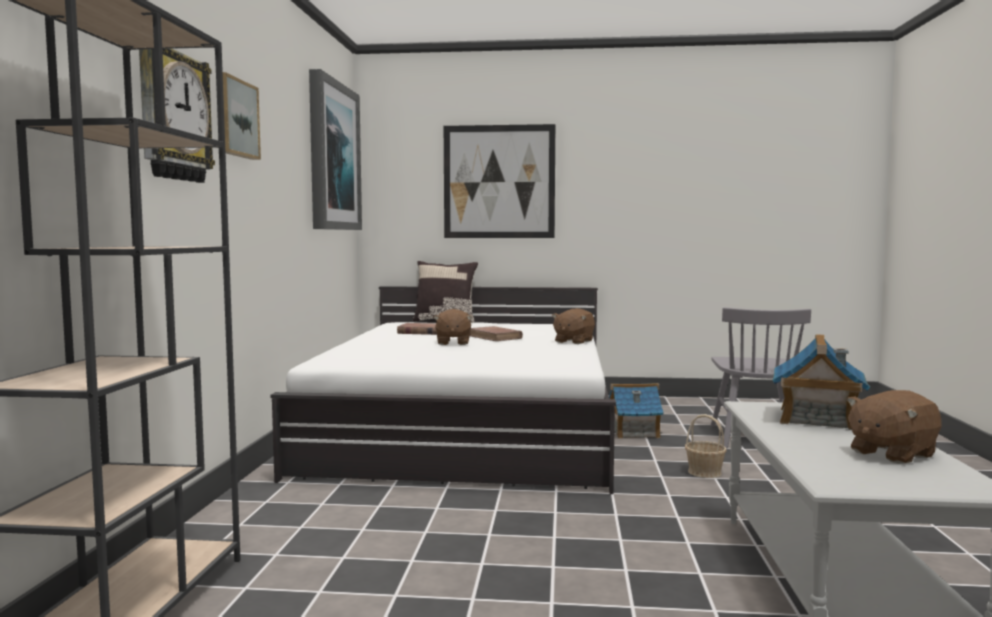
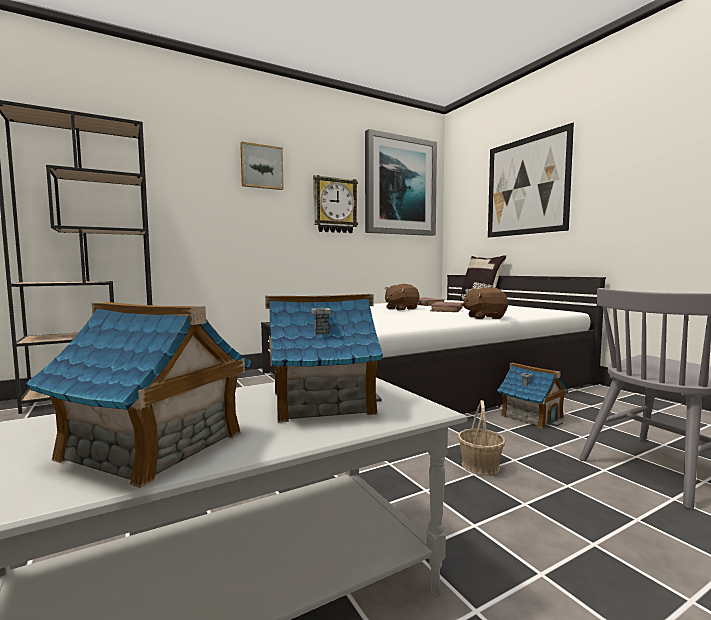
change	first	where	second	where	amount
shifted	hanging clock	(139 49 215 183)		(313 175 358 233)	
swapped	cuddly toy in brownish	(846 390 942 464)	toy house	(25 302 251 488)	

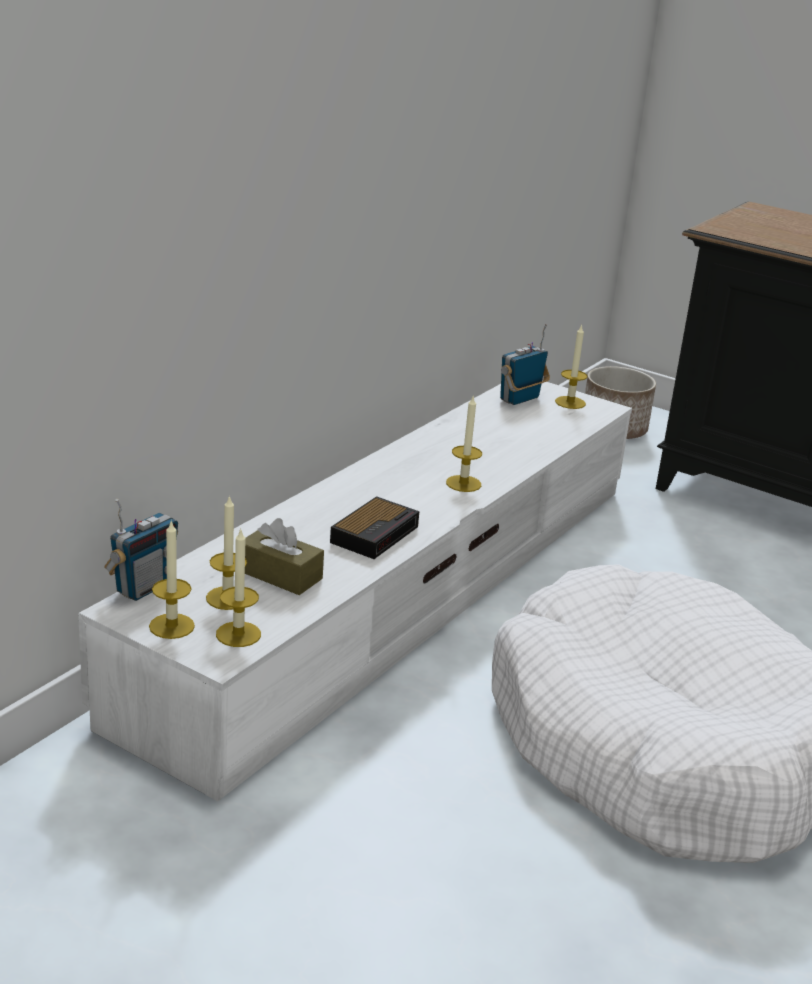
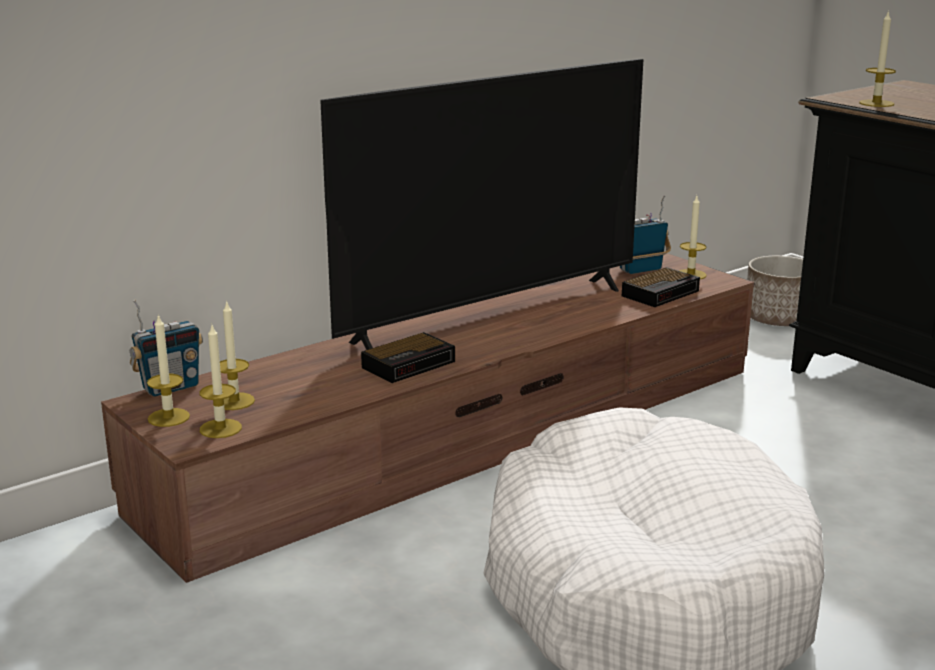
change	first	where	second	where	amount
repainted	tv unit in white	(78 380 632 801)	tv unit in brownish	(101 254 755 583)	
gone	tissue box in brownish	(245 518 324 595)			
shifted	wax candle	(446 397 482 492)		(859 10 896 107)	
new			TV set	(320 59 643 350)	
new			alarm clock	(622 267 700 307)	

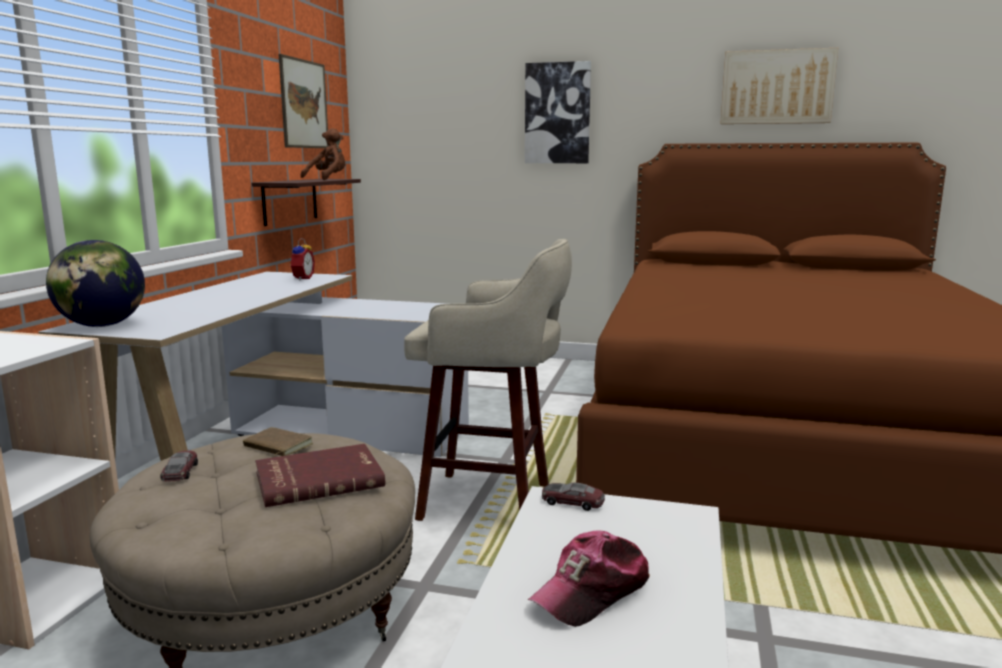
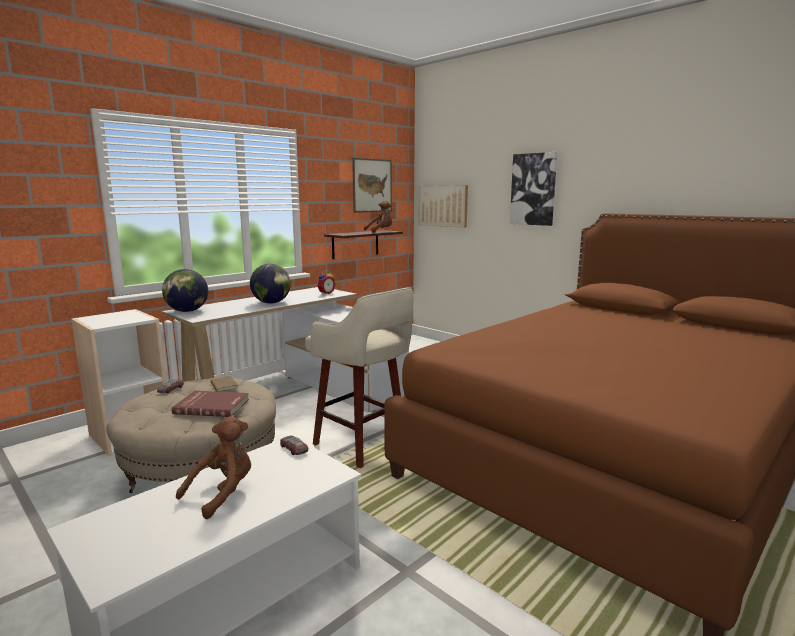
change	first	where	second	where	amount
swapped	cap	(528 531 650 627)	cuddly toy in brownish	(176 416 251 519)	
shifted	wall art	(720 48 838 124)		(419 185 468 228)	
new			world globe	(250 264 291 304)	

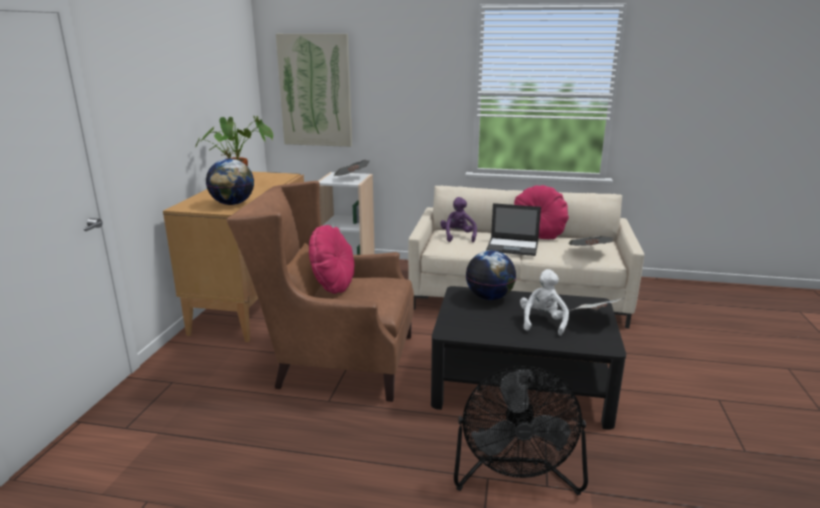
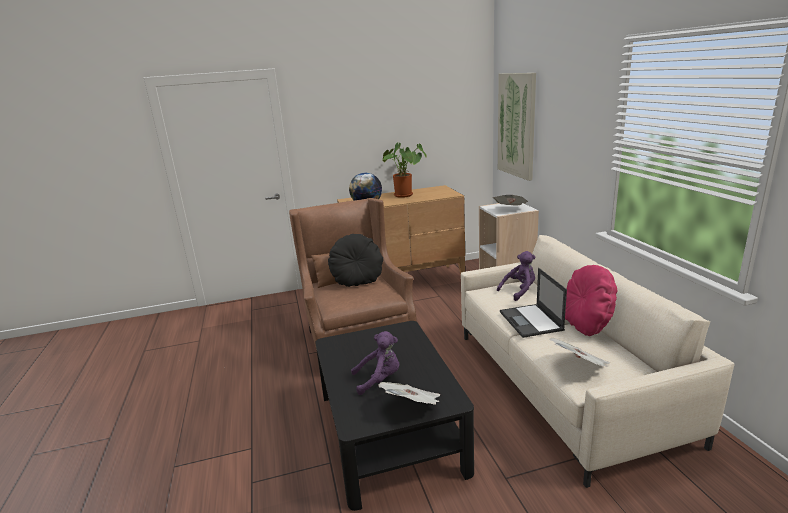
change	first	where	second	where	amount
repainted	cushion in pink	(309 225 354 294)	cushion in blackish	(328 234 383 287)	
gone	fan in blackish	(454 366 588 496)			
gone	world globe	(466 250 516 300)			
repainted	cuddly toy in white	(520 269 569 336)	cuddly toy in purple	(351 331 399 395)	

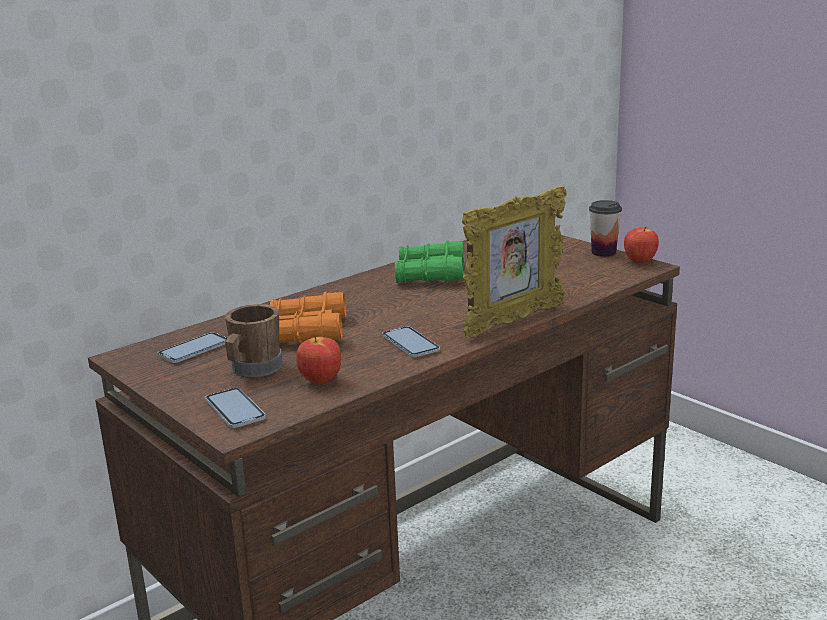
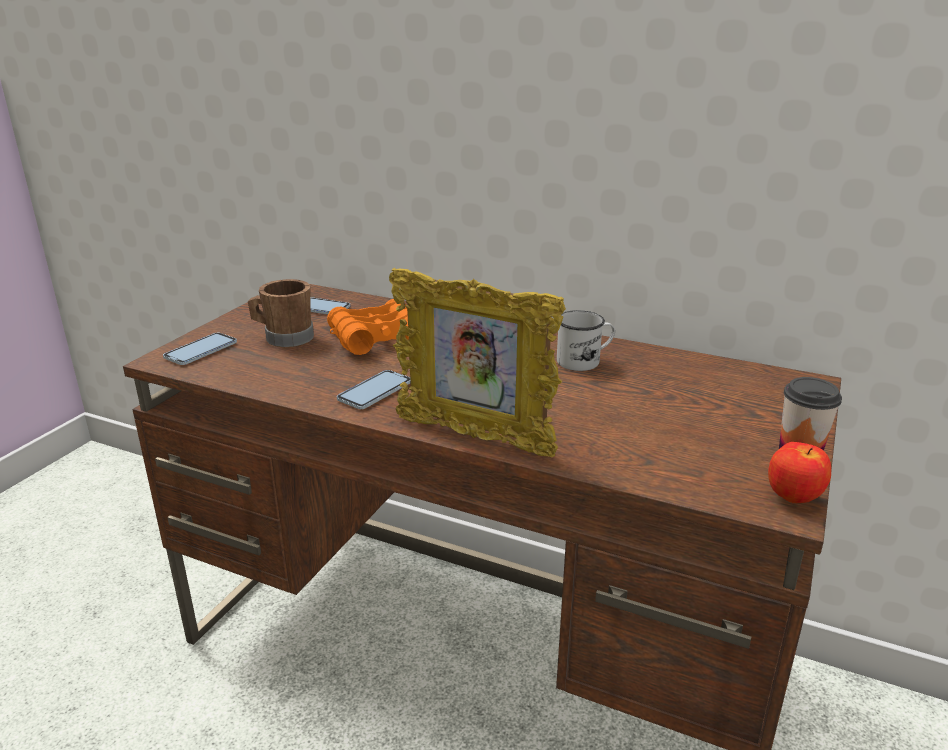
change	first	where	second	where	amount
gone	whole apple	(296 335 341 385)			
swapped	binoculars in green-coloured	(395 240 464 283)	coffee mug in white	(557 310 615 371)	

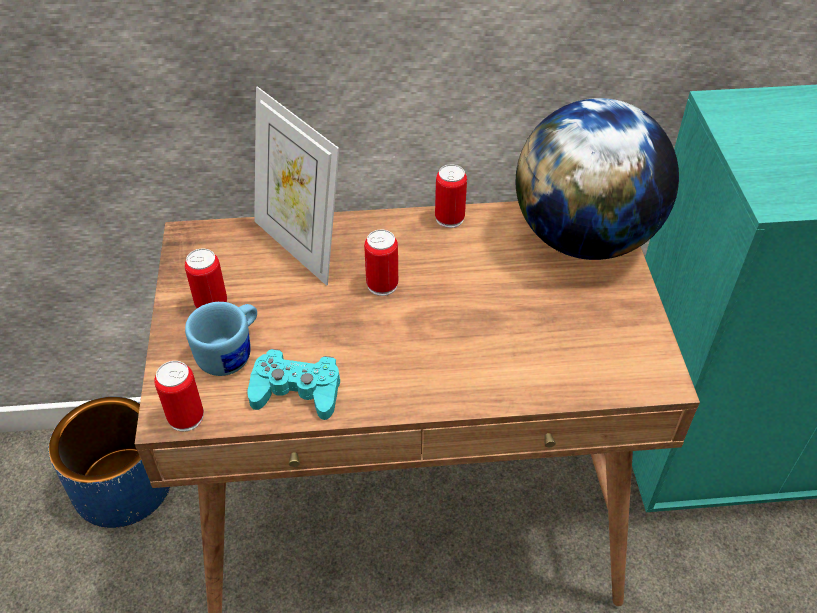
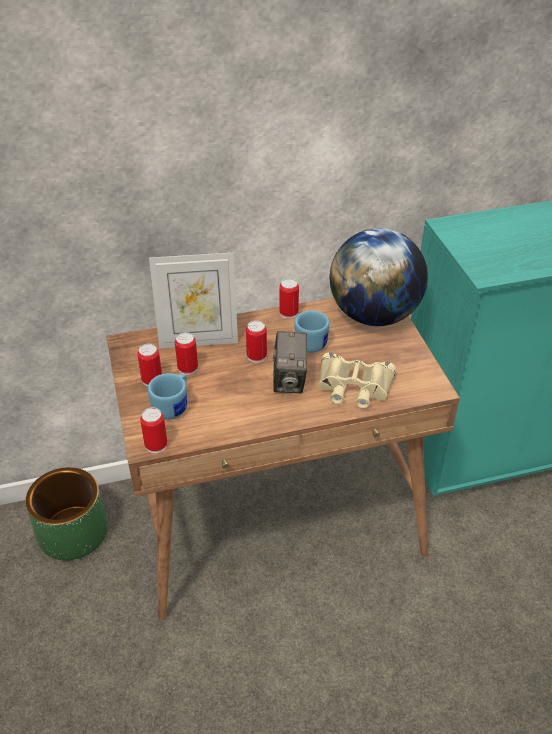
change	first	where	second	where	amount
repainted	planter in blue-coloured	(48 397 170 528)	planter in green-coloured	(25 467 108 561)	
gone	joypad in blue-green	(247 349 340 420)			
rotated	standing frame	(254 86 339 286)		(149 253 238 349)	45 degrees counterclockwise
new			can	(175 332 198 375)	
new			still camera	(272 331 307 393)	
new			coffee mug in blue-coloured	(294 310 329 353)	
new			binoculars in beige	(318 352 396 409)	

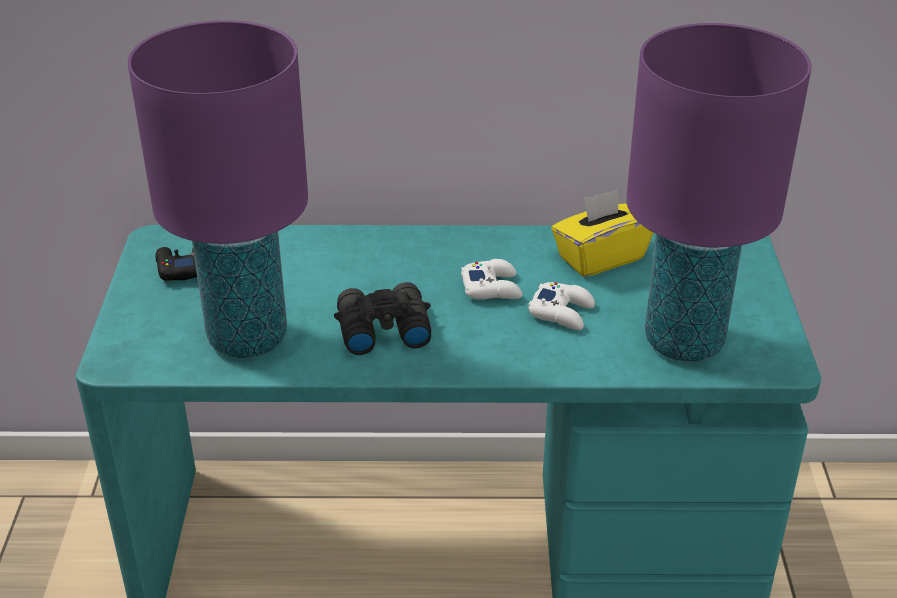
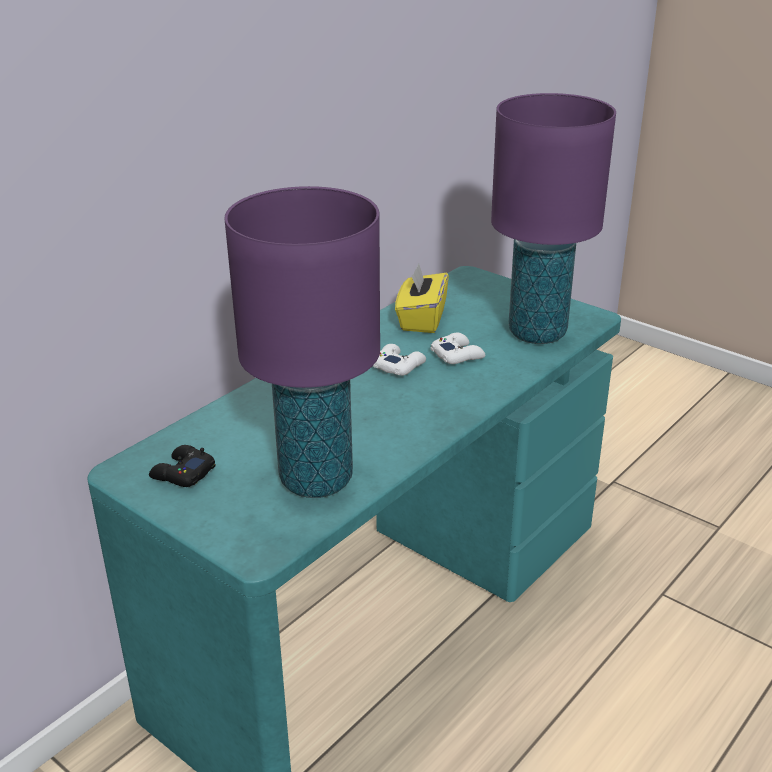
change	first	where	second	where	amount
gone	binoculars in blackish	(334 282 431 355)			

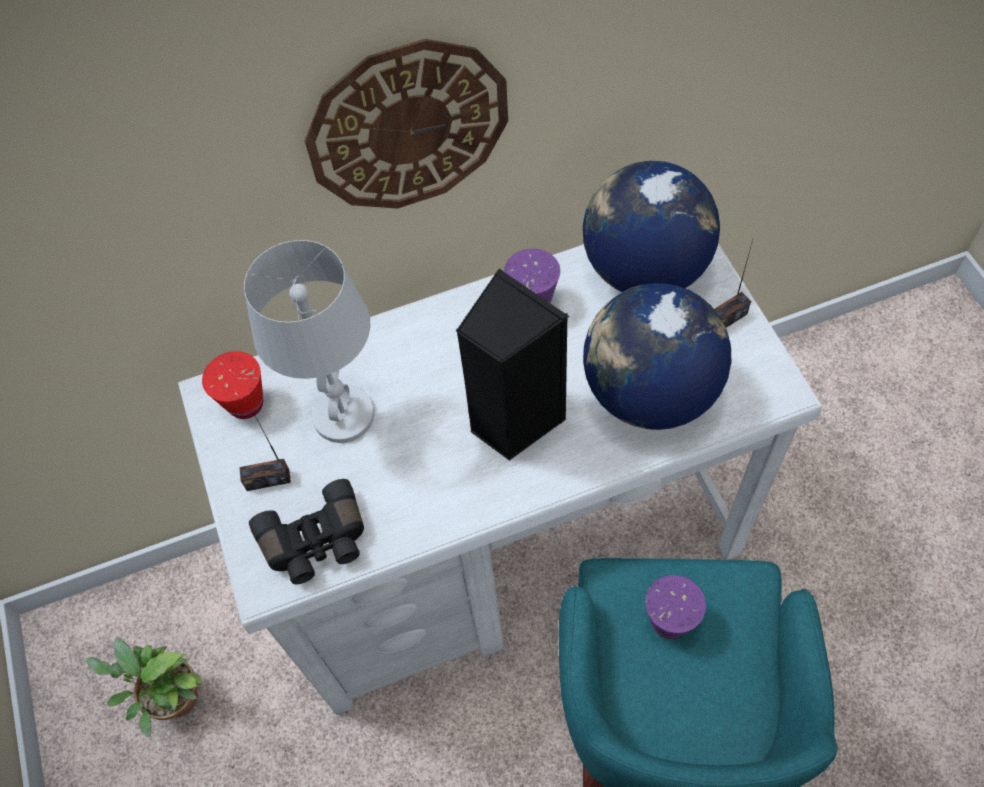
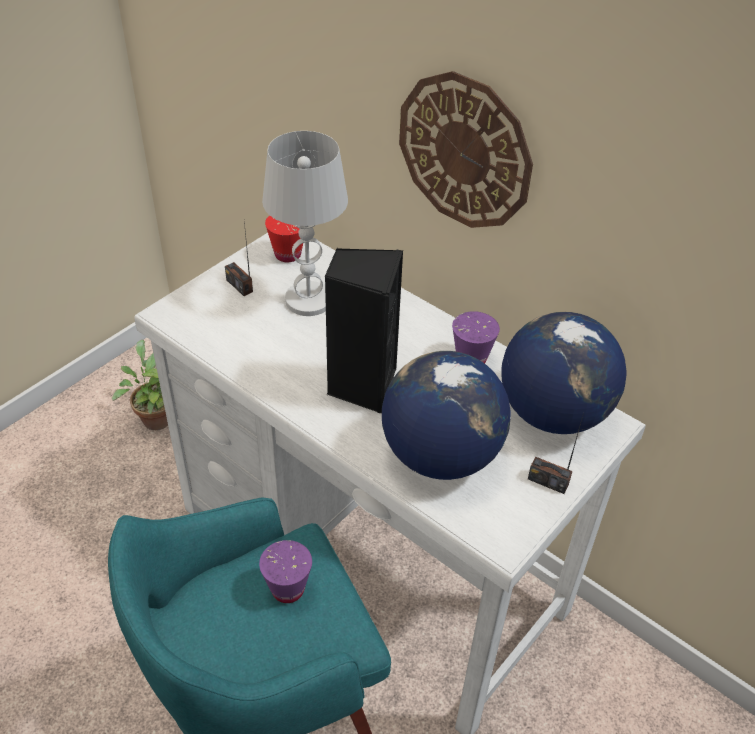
change	first	where	second	where	amount
gone	binoculars in blackish	(249 479 364 584)			

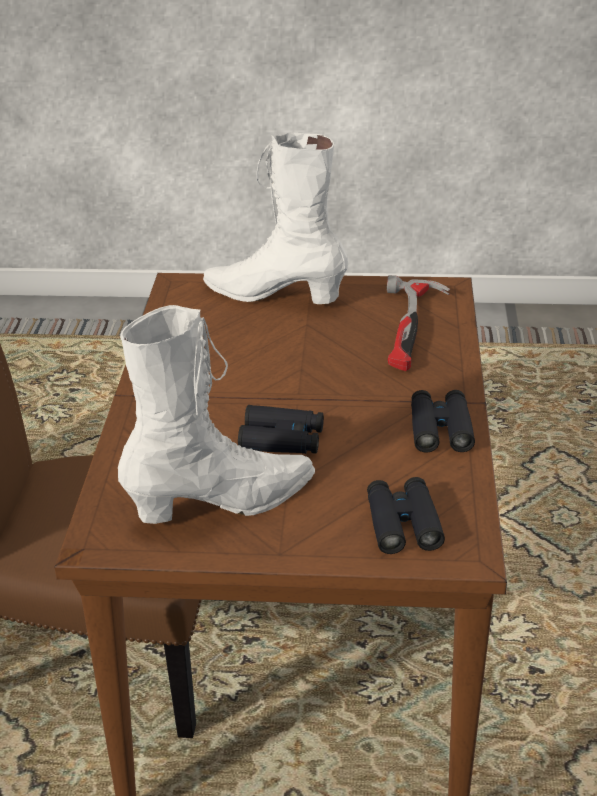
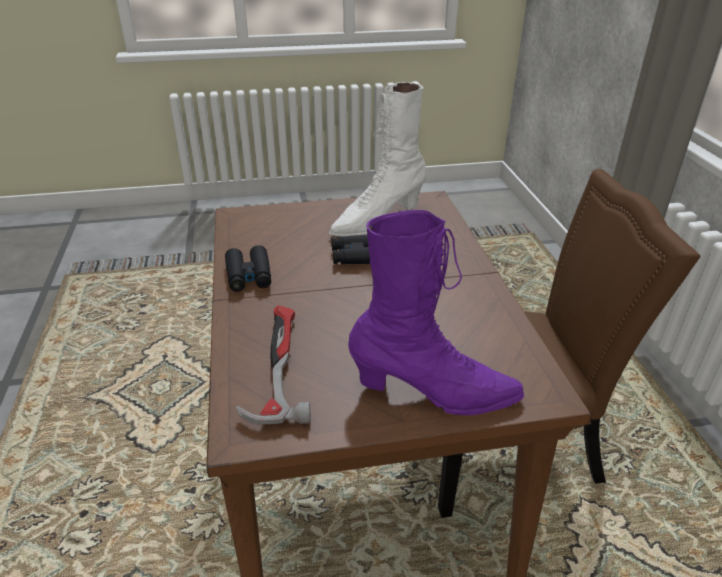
change	first	where	second	where	amount
repainted	boot in white	(203 132 348 304)	boot in purple	(348 210 524 415)	
gone	binoculars in blackish	(367 477 445 554)			

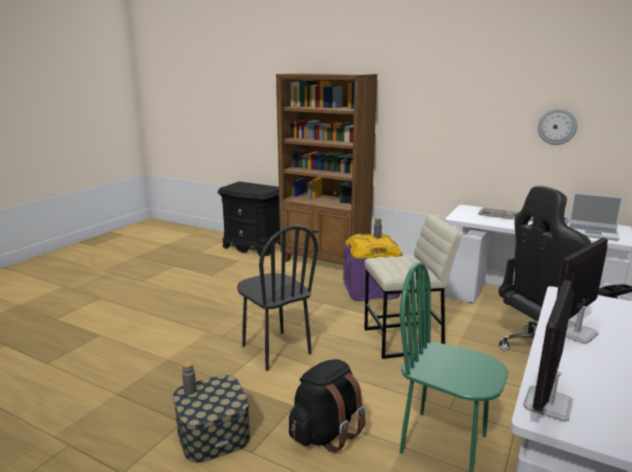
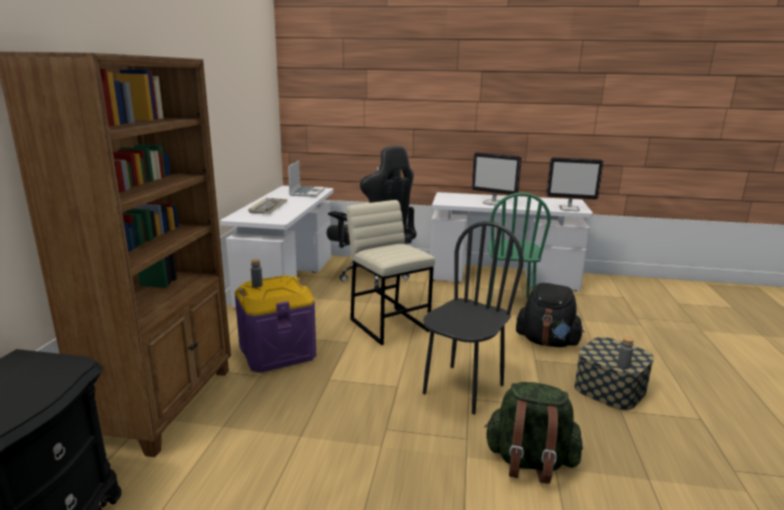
change	first	where	second	where	amount
gone	hanging clock	(538 109 577 145)			
new			backpack in green-coloured	(484 382 583 484)	

